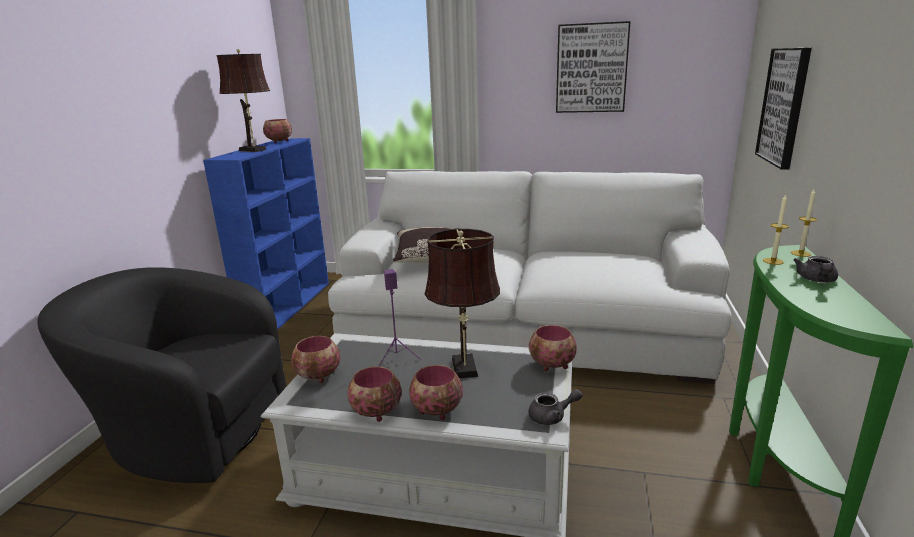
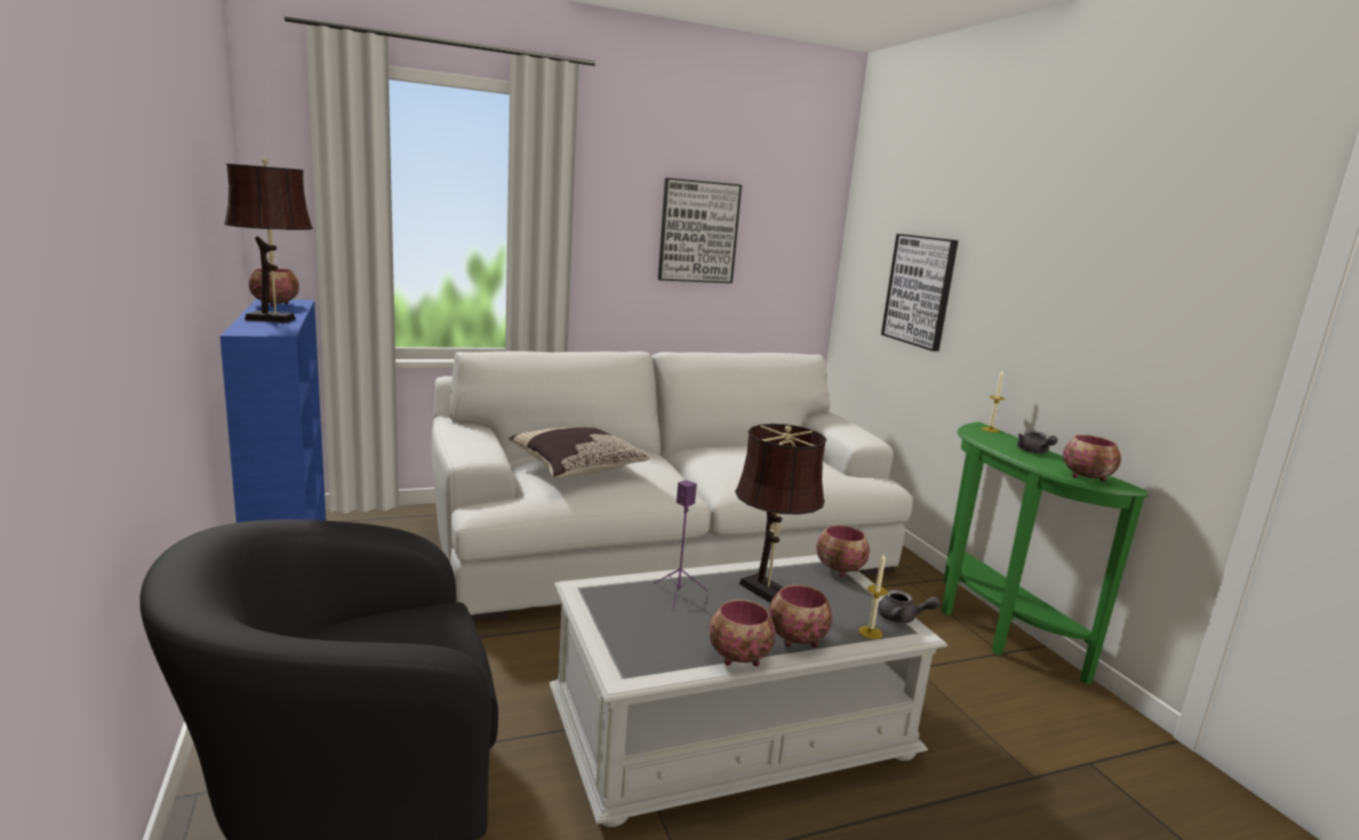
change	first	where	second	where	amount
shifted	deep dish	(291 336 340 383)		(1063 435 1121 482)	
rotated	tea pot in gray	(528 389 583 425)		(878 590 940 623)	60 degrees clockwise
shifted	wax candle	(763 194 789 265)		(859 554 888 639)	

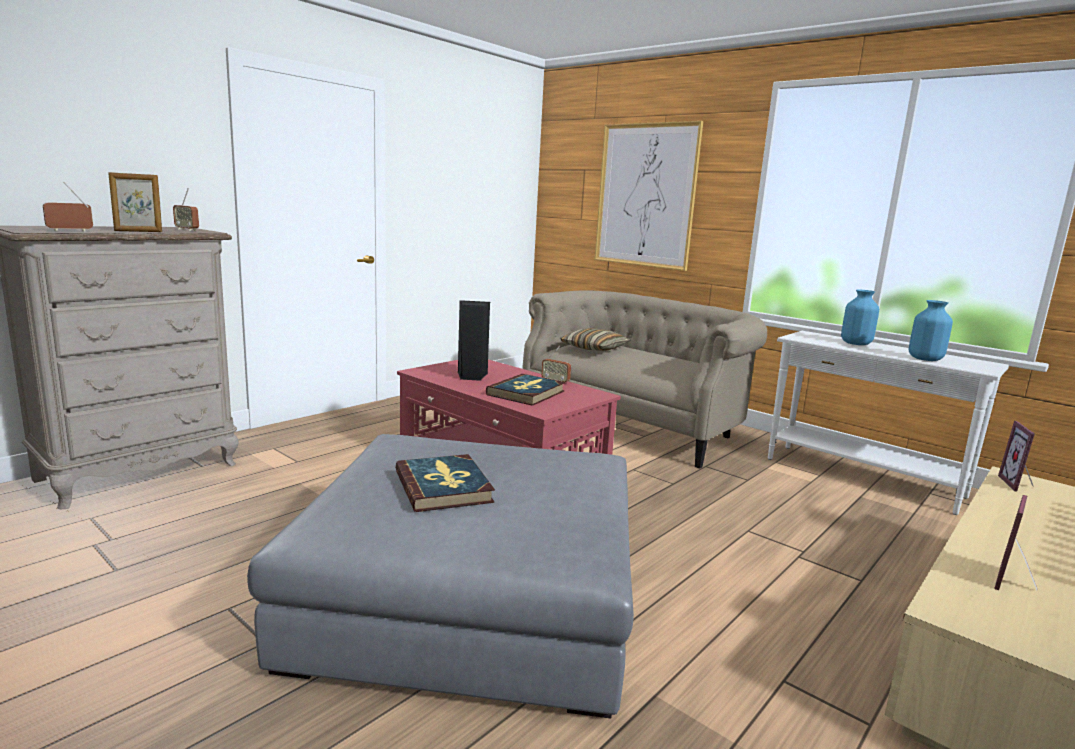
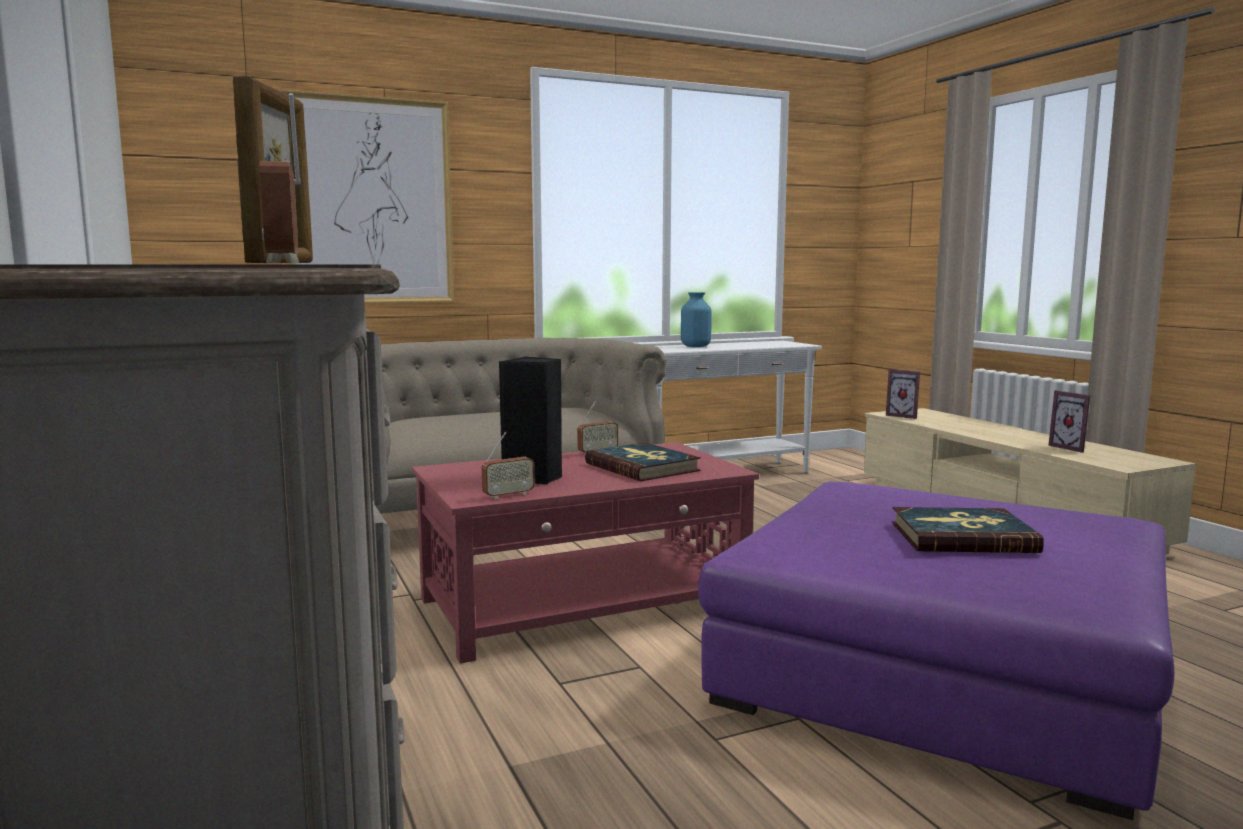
change	first	where	second	where	amount
shifted	radio receiver	(173 188 199 231)		(482 431 535 499)	
repainted	ottoman in gray	(247 434 634 719)	ottoman in purple	(698 481 1175 820)	
gone	cushion	(560 328 630 351)			
gone	decorative vase in blue-coloured	(909 300 953 361)			

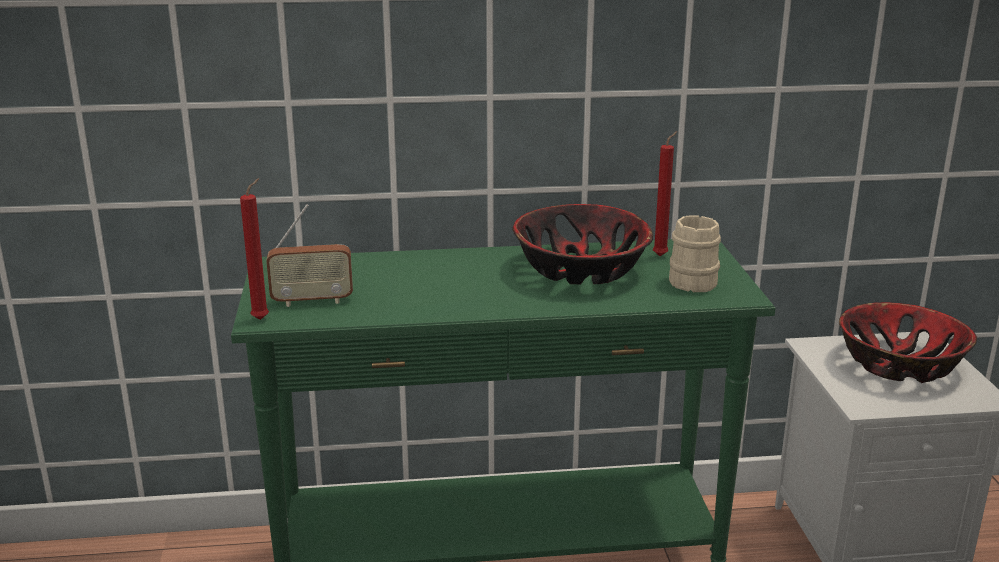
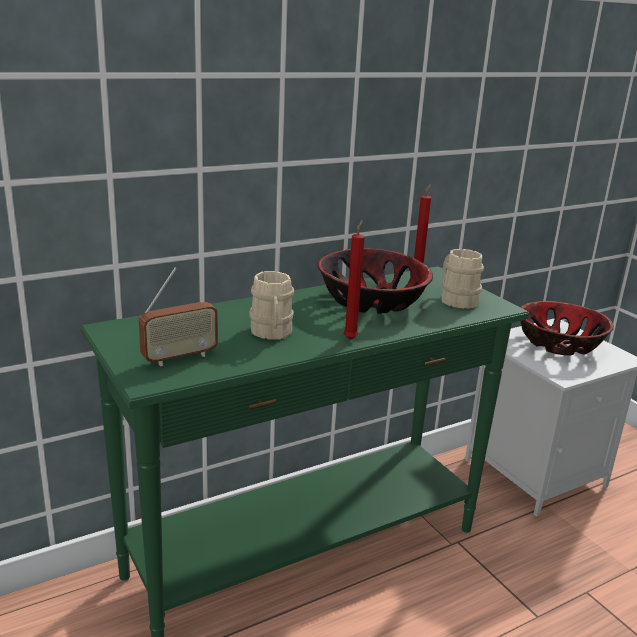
change	first	where	second	where	amount
shifted	wax candle in reddish	(240 178 269 320)		(343 220 365 340)	
new			coffee mug in beige	(249 271 294 340)	

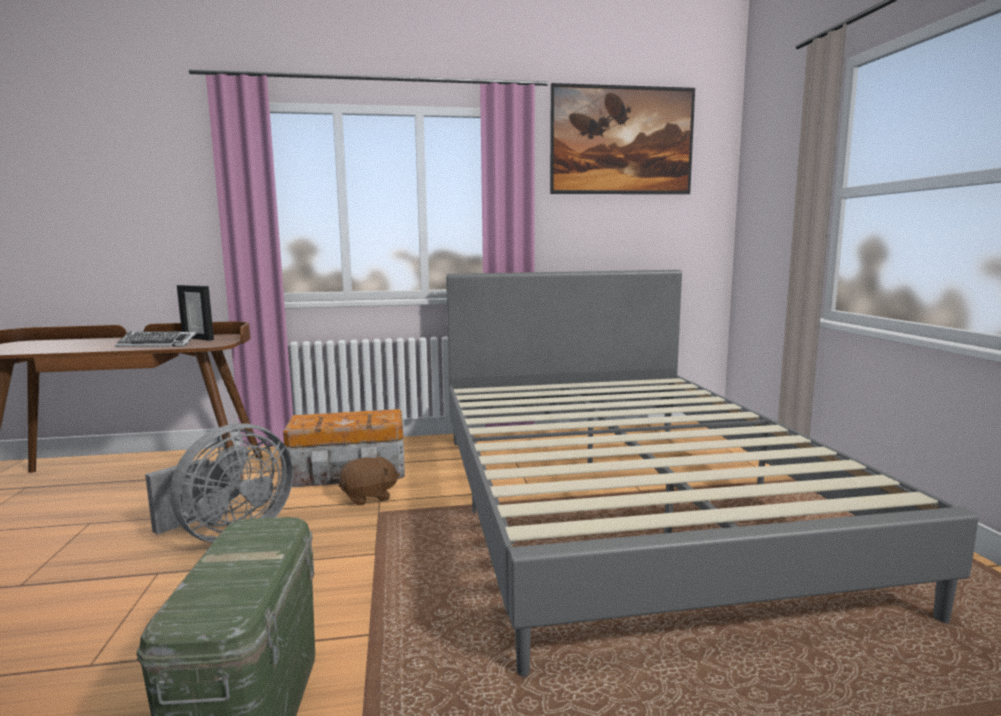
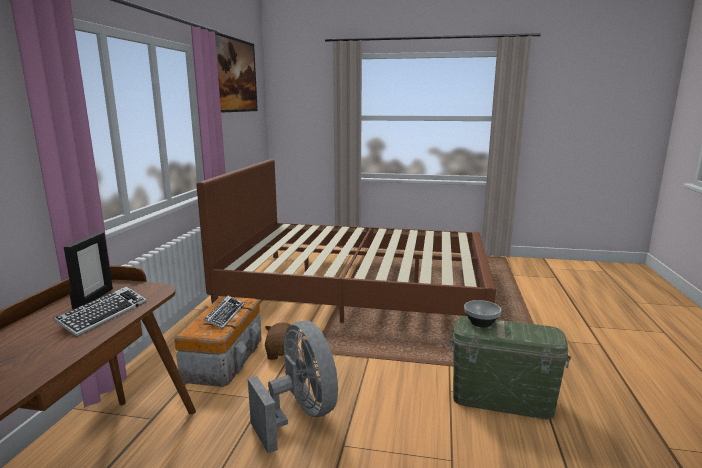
change	first	where	second	where	amount
rotated	standing frame	(177 285 214 341)		(64 232 113 309)	45 degrees counterclockwise
repainted	bedroom bed in gray	(446 270 979 677)	bedroom bed in brownish	(197 159 496 323)	
new			keyboard	(204 296 245 329)	
new			deep dish	(464 300 501 328)	

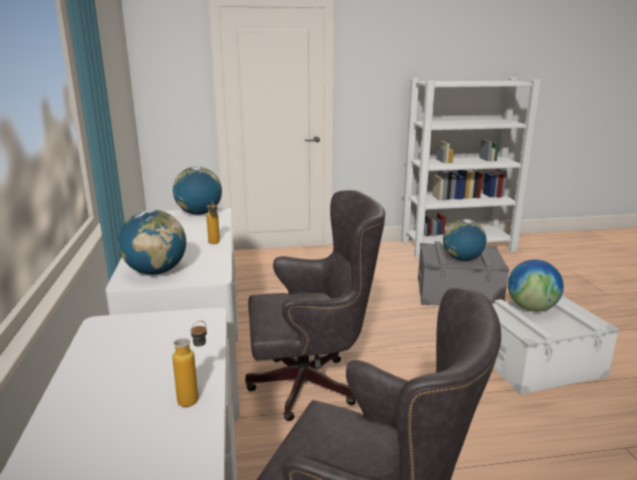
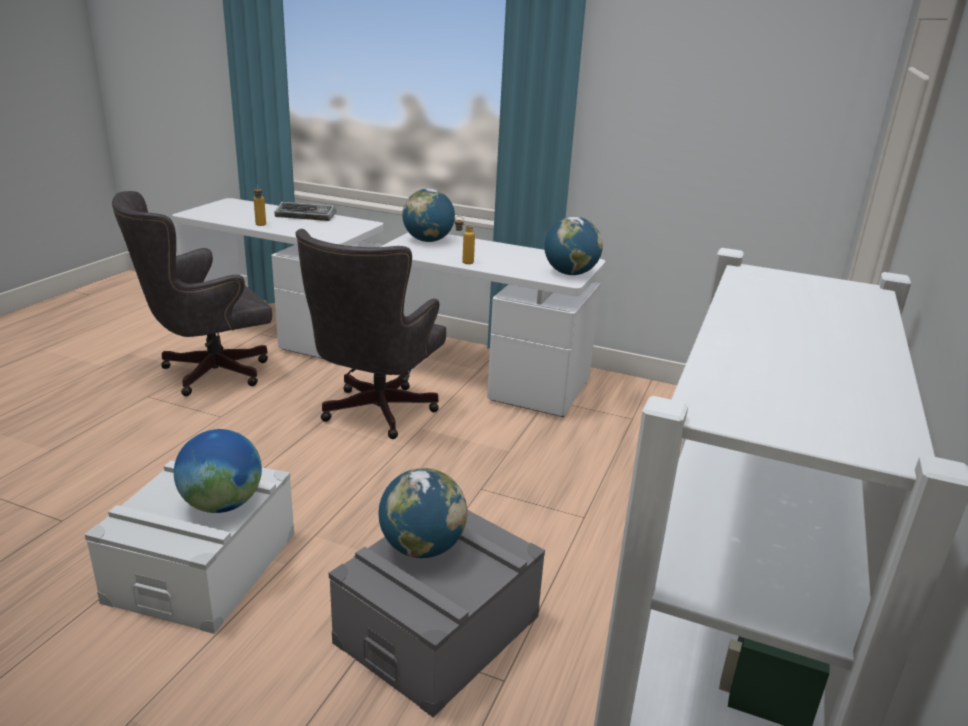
change	first	where	second	where	amount
new			keyboard	(274 202 336 221)	

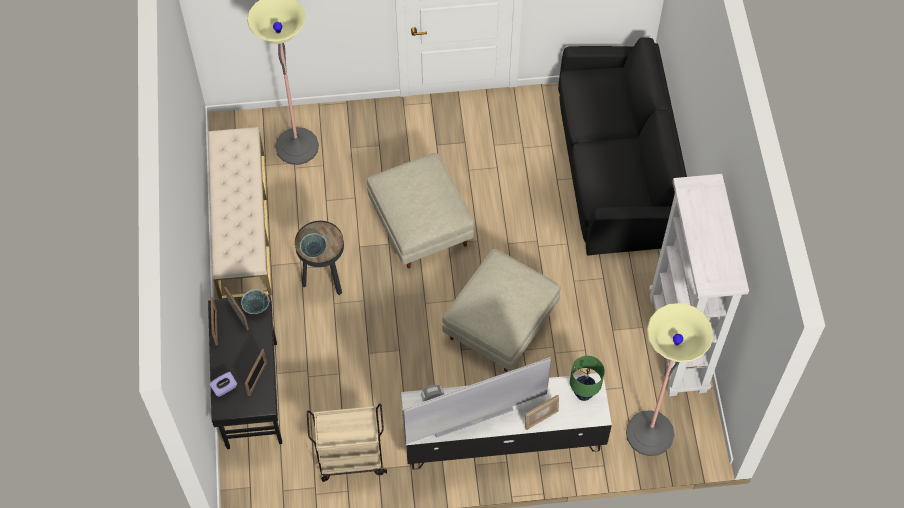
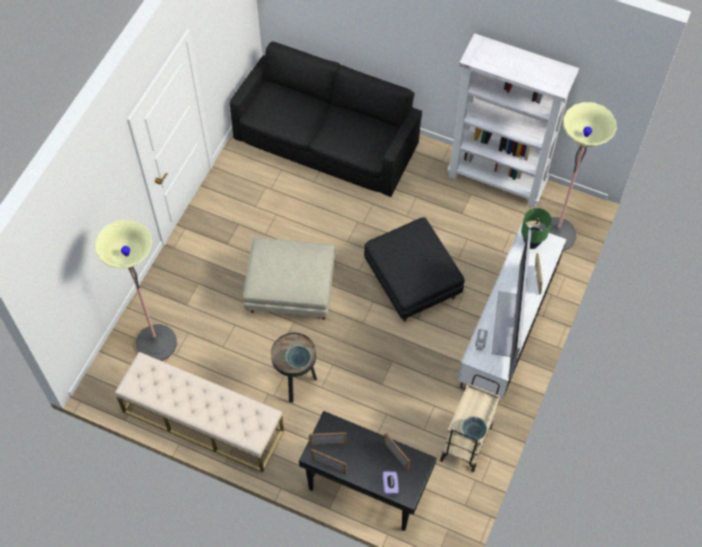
change	first	where	second	where	amount
shifted	deep dish	(241 289 269 314)		(462 416 487 440)	
repainted	ottoman in beige	(442 249 561 372)	ottoman in blackish	(364 217 464 322)	

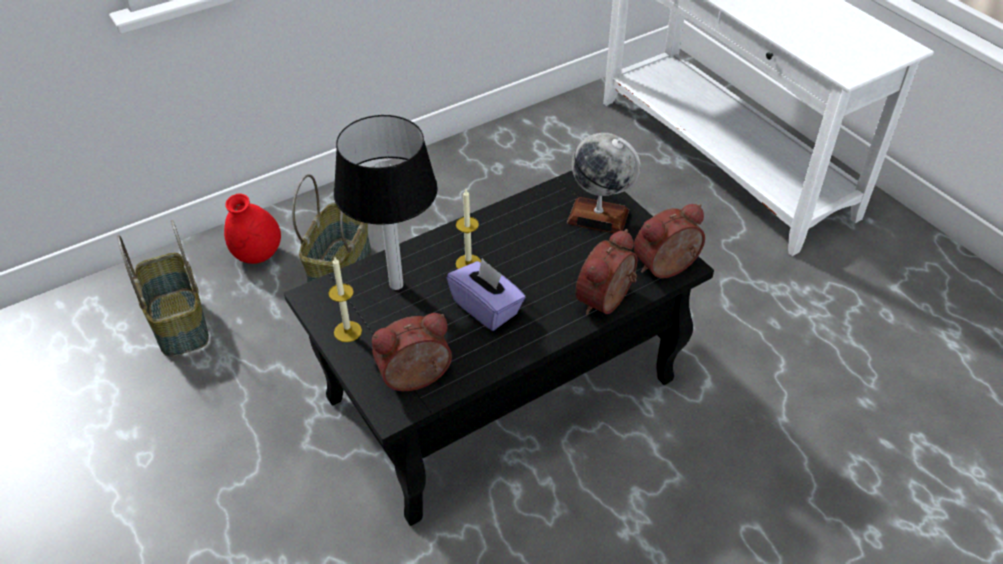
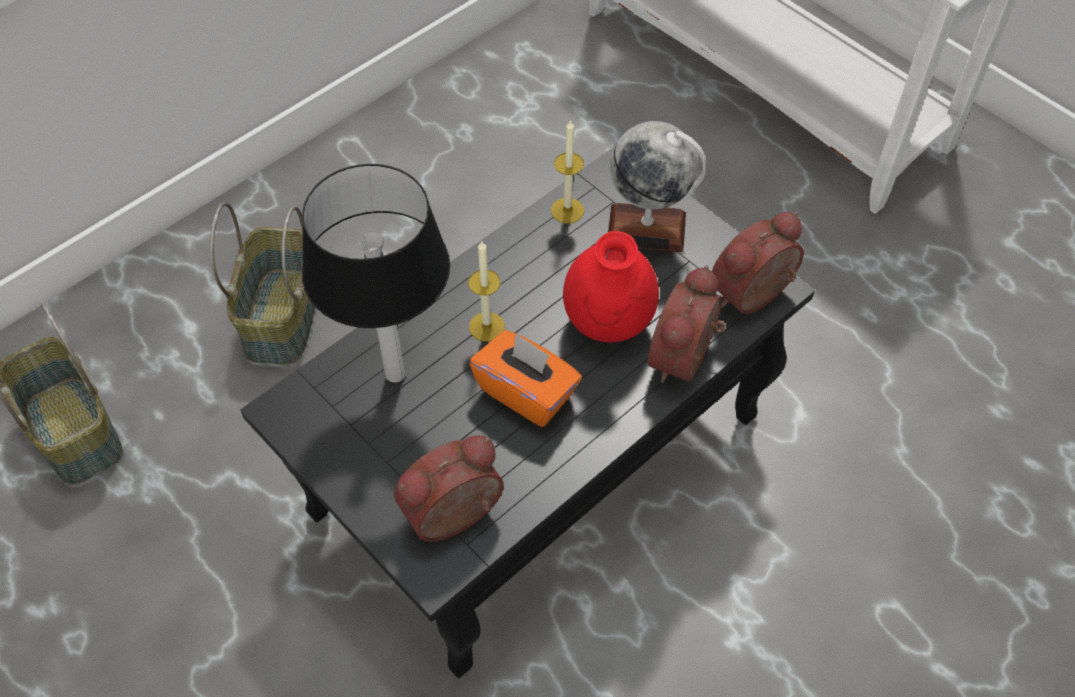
change	first	where	second	where	amount
shifted	decorative vase in reddish	(224 193 281 264)		(563 231 659 342)	
shifted	wax candle	(329 257 362 342)		(551 119 584 224)	
repainted	tissue box in purple	(447 258 525 331)	tissue box in orangey	(470 330 582 427)	

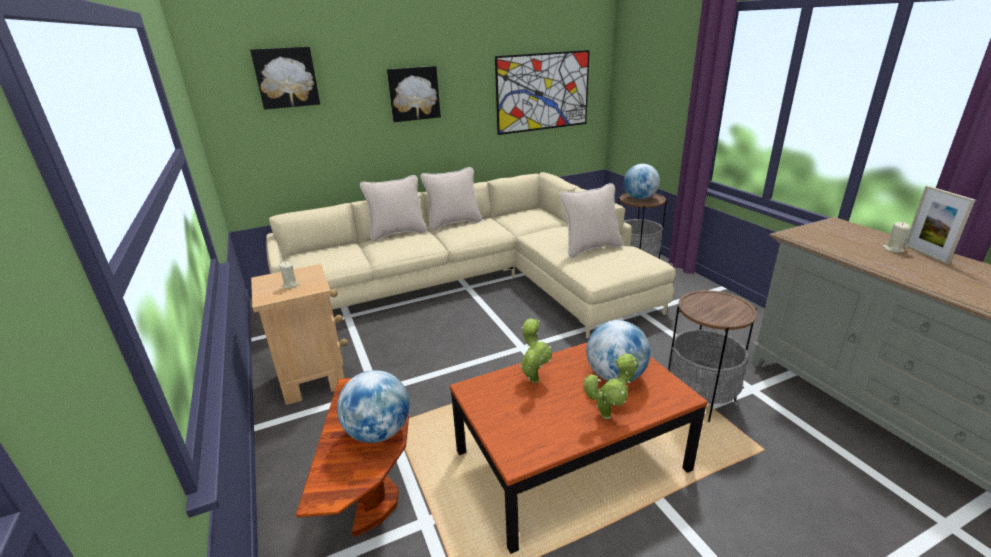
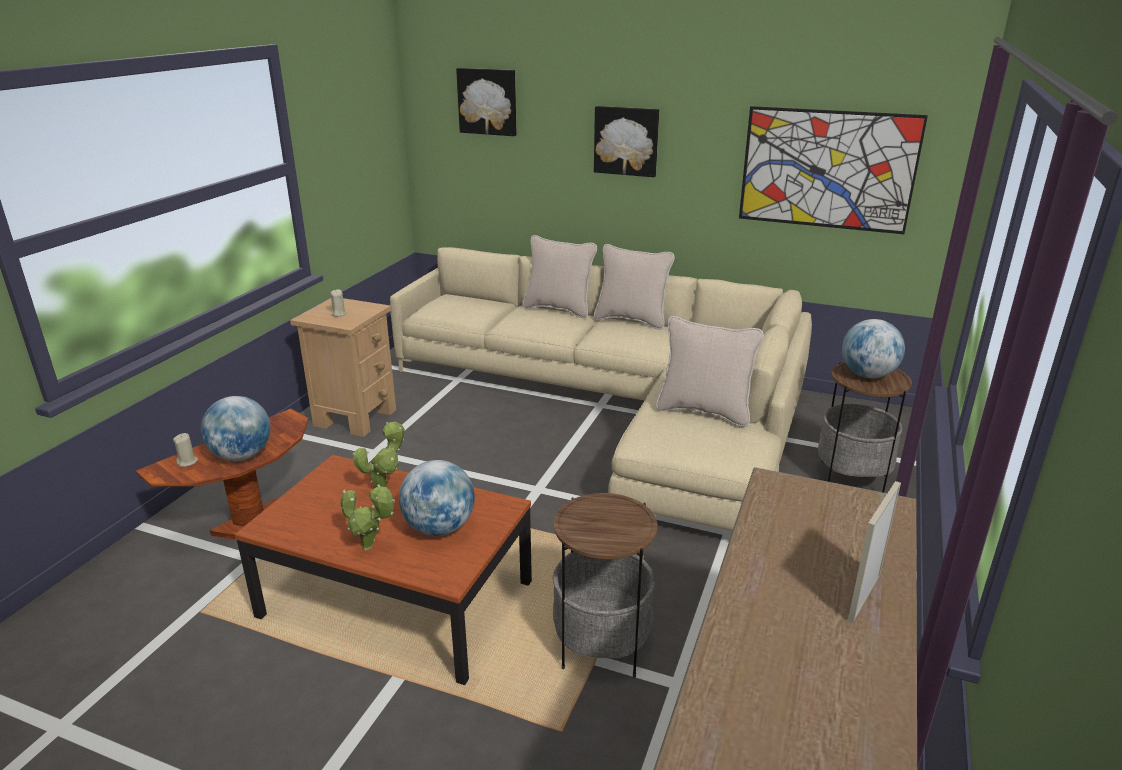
change	first	where	second	where	amount
shifted	wax candle in beige	(882 222 910 253)		(173 433 198 467)	

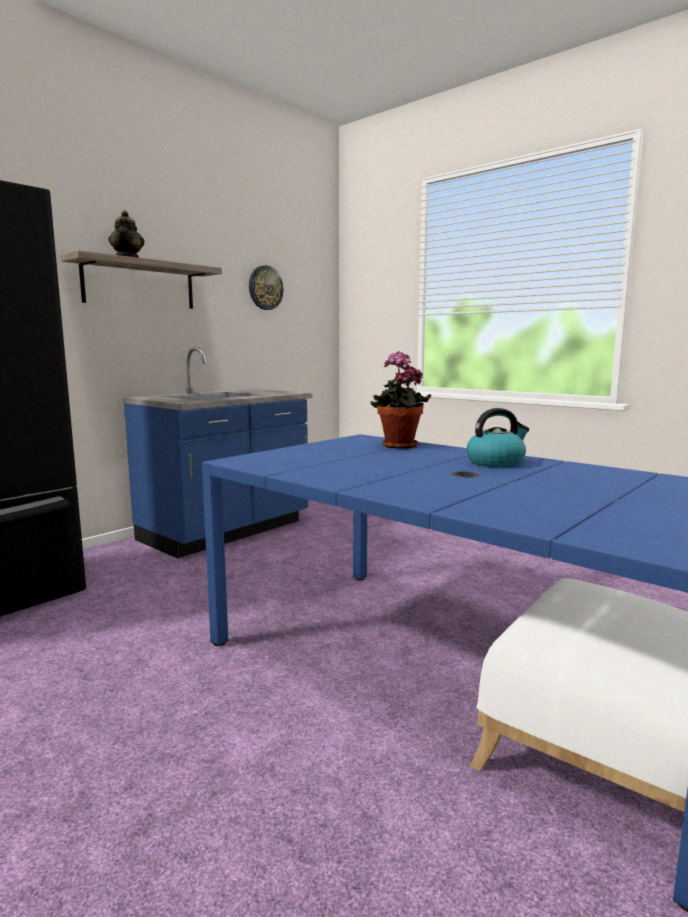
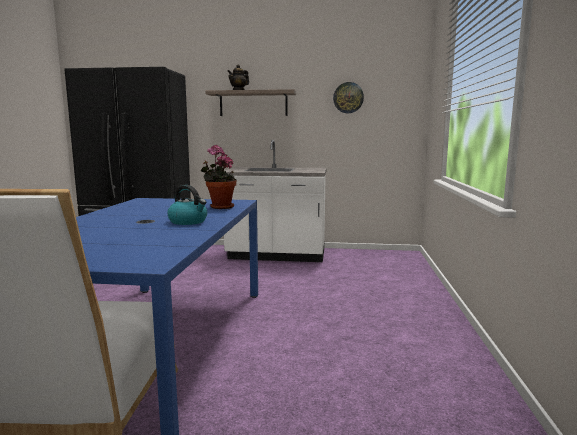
change	first	where	second	where	amount
repainted	kitchen counter in blue-coloured	(122 347 312 558)	kitchen counter in white	(224 140 327 262)	

